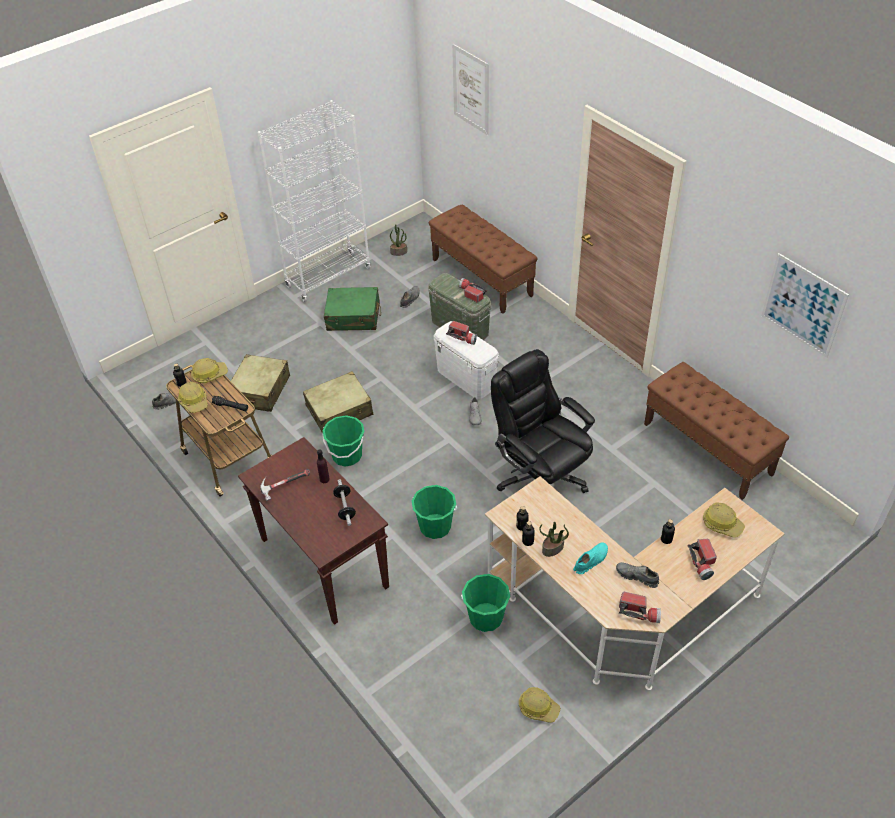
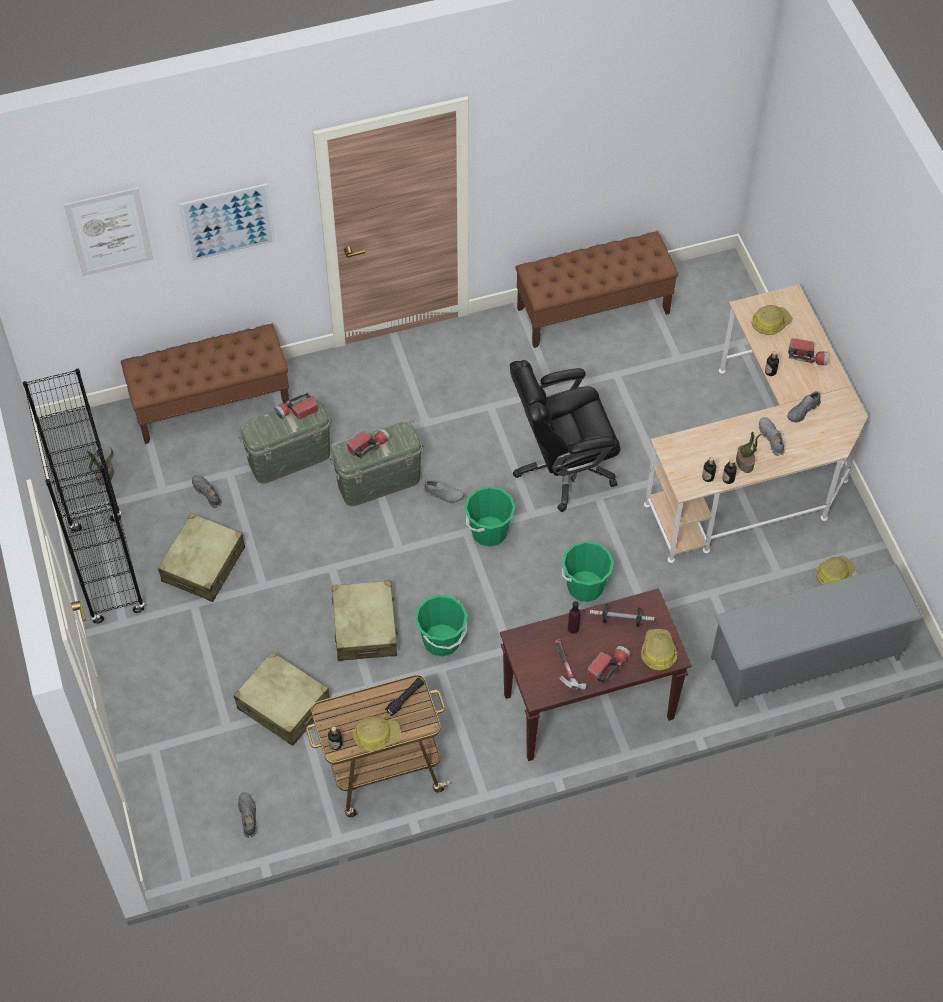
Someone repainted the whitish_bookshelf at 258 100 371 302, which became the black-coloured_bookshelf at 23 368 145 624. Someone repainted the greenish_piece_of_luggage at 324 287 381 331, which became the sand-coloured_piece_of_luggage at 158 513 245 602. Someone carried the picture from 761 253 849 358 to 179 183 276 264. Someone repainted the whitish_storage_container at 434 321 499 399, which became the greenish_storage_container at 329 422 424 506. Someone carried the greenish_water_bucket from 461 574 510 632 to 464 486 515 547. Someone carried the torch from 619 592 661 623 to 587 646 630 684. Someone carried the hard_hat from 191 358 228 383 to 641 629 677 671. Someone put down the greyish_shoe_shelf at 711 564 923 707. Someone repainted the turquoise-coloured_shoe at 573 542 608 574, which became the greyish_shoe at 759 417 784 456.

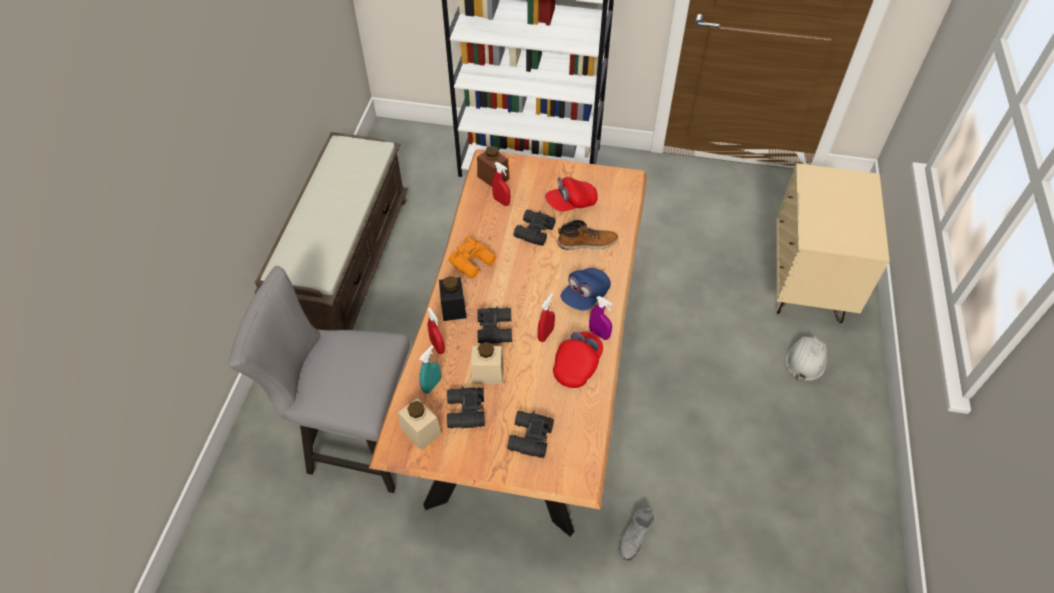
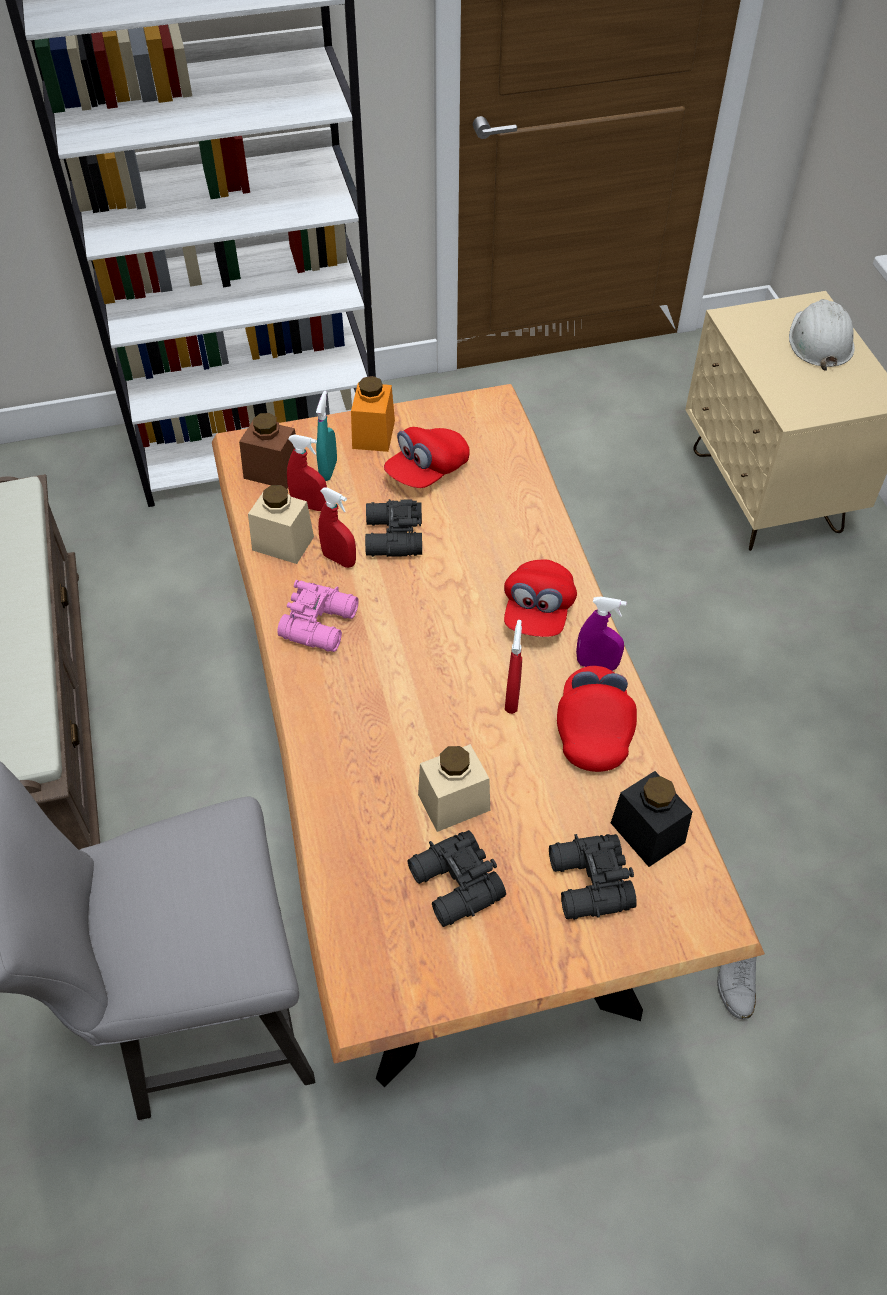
Someone carried the sand-coloured_jar from 398 398 441 450 to 248 485 314 564. Someone repainted the orange-coloured_field_glasses at 448 236 497 279, which became the pink-coloured_field_glasses at 277 580 359 652. Someone carried the turquoise-coloured_hand_sprayer from 419 345 441 394 to 316 391 337 481. Someone carried the red_hand_sprayer from 428 308 445 354 to 318 488 356 568. Someone put down the orange-coloured_jar at 351 376 395 452. Someone repainted the blue_baseball_cap at 561 268 611 311, which became the red_baseball_cap at 504 559 577 637. Someone carried the black-coloured_jar from 439 276 467 321 to 611 771 693 867. Someone carried the whitish_hard_hat from 786 336 827 381 to 789 299 855 371. Someone took away the black-coloured_field_glasses at 477 306 512 344. Someone took away the boot at 558 220 619 250.

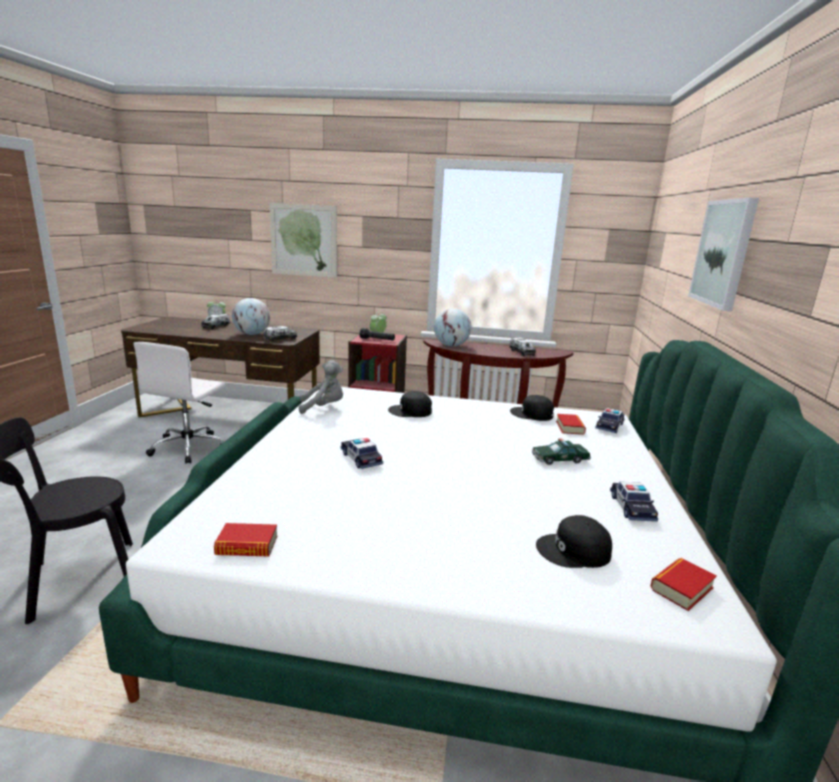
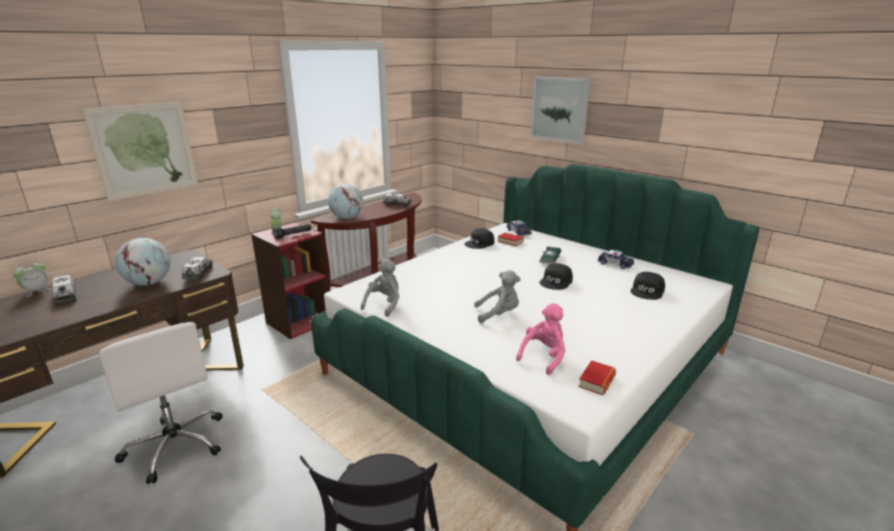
Someone swapped the toy_car at 341 438 383 469 for the greyish_plush_toy at 474 270 520 323. Someone put down the pink-coloured_plush_toy at 516 303 565 375. Someone carried the black-coloured_baseball_cap from 388 391 432 417 to 539 263 573 290. Someone took away the volume at 650 558 717 611.

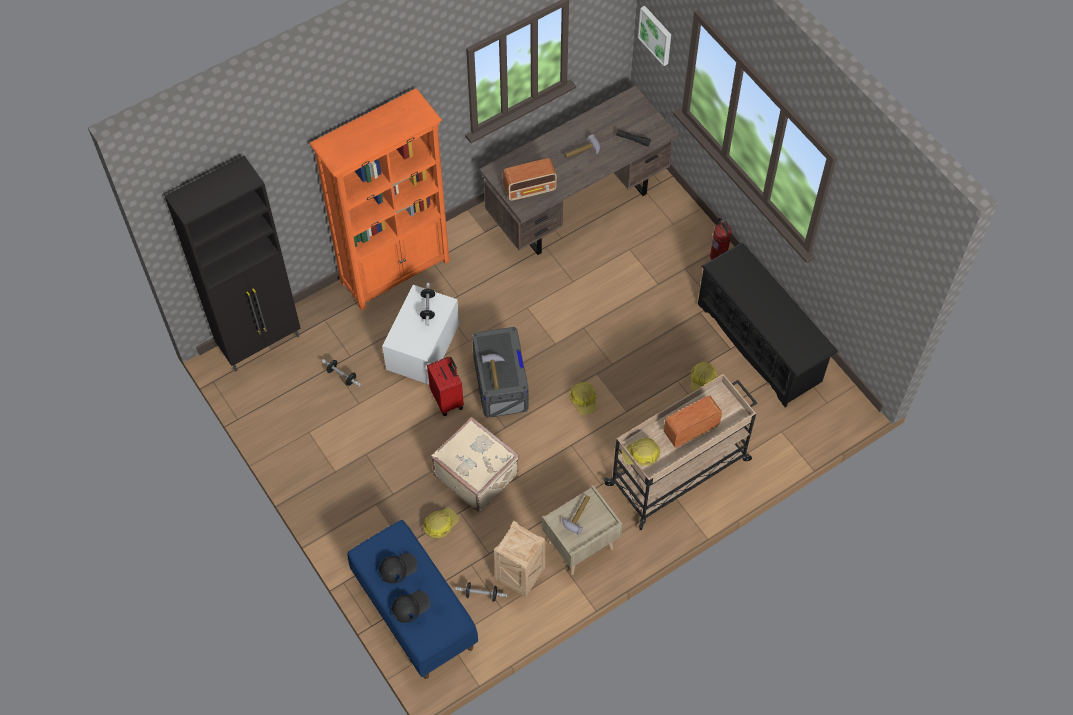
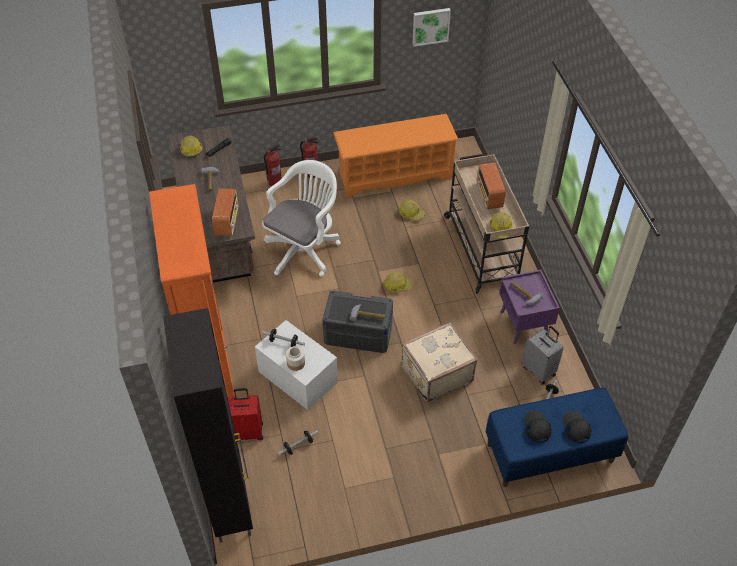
Someone carried the hard_hat from 423 508 459 539 to 180 135 203 157. Someone carried the red_piece_of_luggage from 427 357 464 416 to 228 388 263 442. Someone put down the whitish_computer_chair at 262 160 341 277. Someone put down the fire_extinguisher at 264 144 282 187. Someone put down the jar at 286 346 305 371. Someone repainted the black-coloured_shoe_shelf at 698 243 838 407, which became the orange-coloured_shoe_shelf at 333 114 459 197. Someone carried the picture from 638 6 671 66 to 412 8 451 47. Someone repainted the sand-coloured_bedside_table at 542 485 622 575, which became the purplish_bedside_table at 499 270 560 344. Someone swapped the packing_crate at 494 521 545 598 for the greyish_piece_of_luggage at 522 326 564 385.

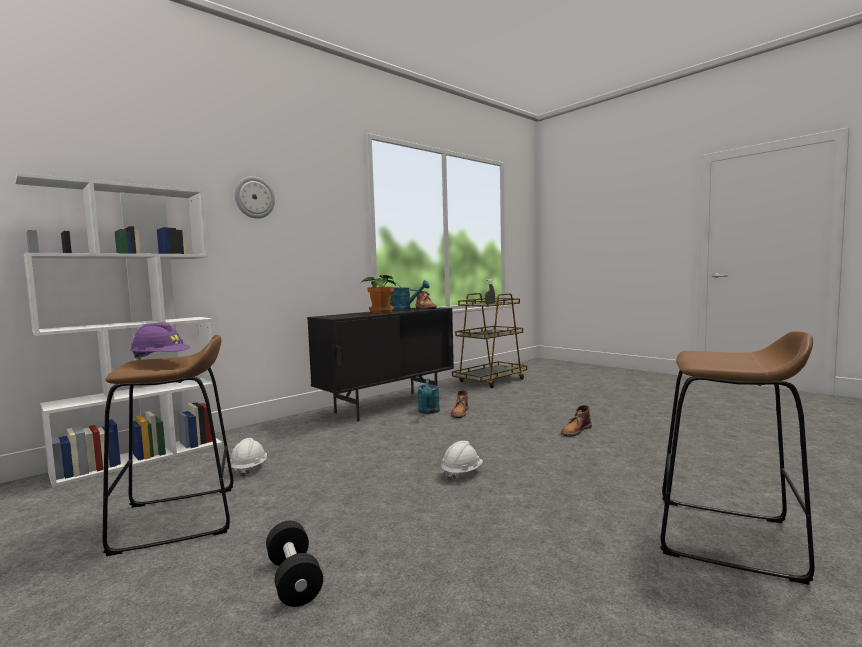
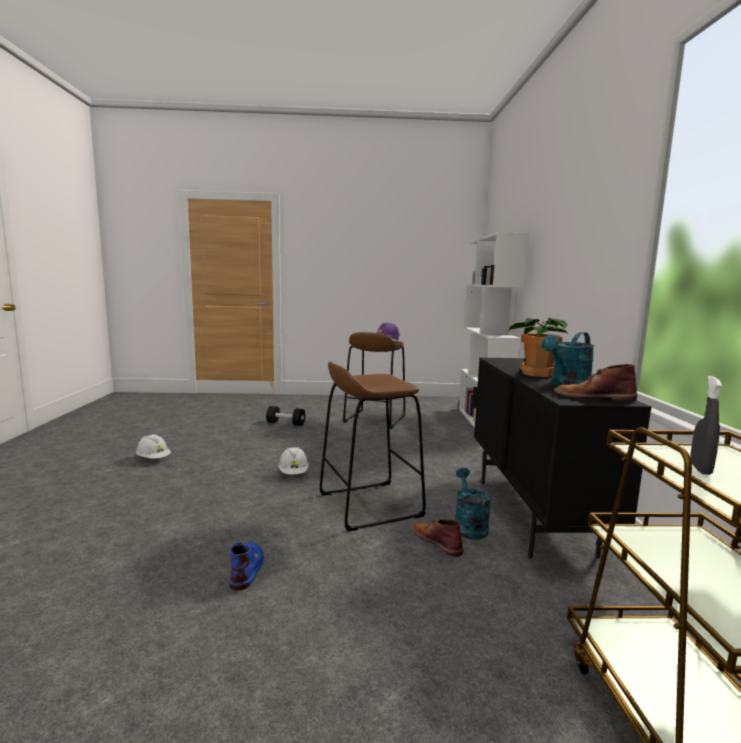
Someone carried the whitish_hard_hat from 230 438 267 477 to 136 434 171 459. Someone repainted the brownish_boot at 561 405 592 437, which became the blue_boot at 229 542 264 590. Someone carried the brownish_sitting_stool from 661 331 815 585 to 320 361 426 532. Someone rotated the turquoise-coloured_sprinkling_can at 417 378 440 414 by 45 degrees clockwise. Someone took away the clock_on_the_wall at 234 176 275 219.

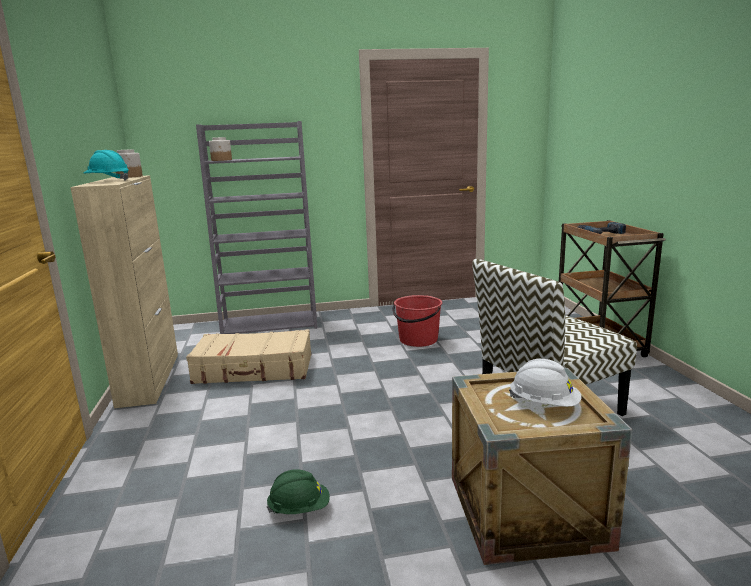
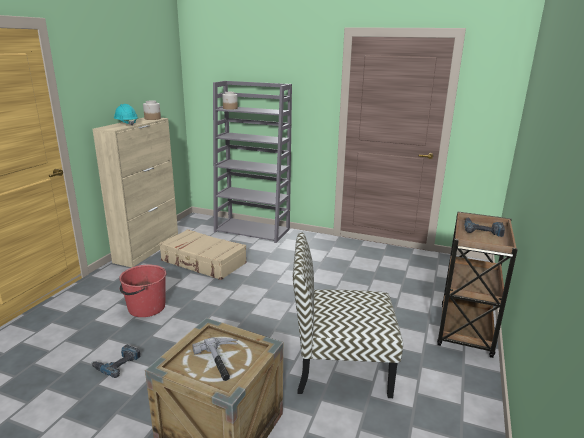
Someone swapped the greenish_hard_hat at 267 469 330 514 for the power_drill at 91 345 141 378. Someone carried the red_water_bucket from 392 295 442 347 to 119 265 166 317. Someone swapped the whitish_hard_hat at 509 359 581 407 for the hand_hammer at 192 337 238 381.

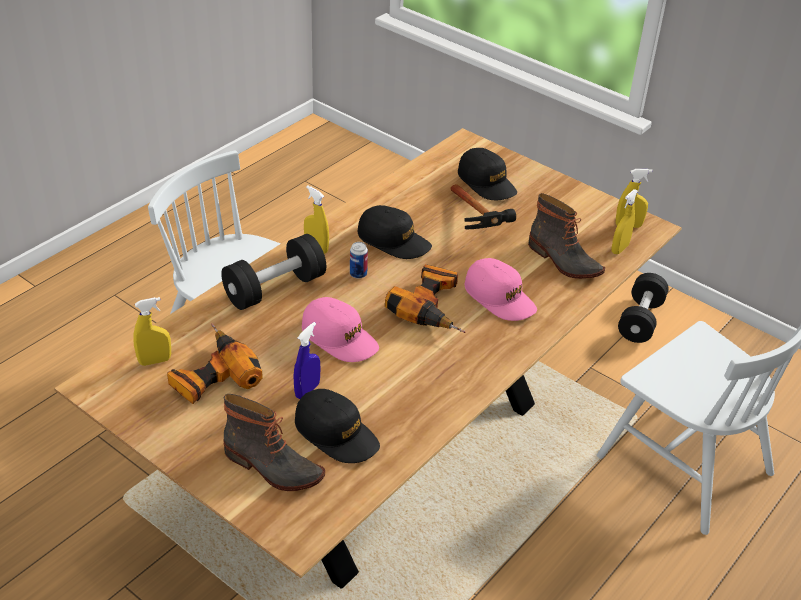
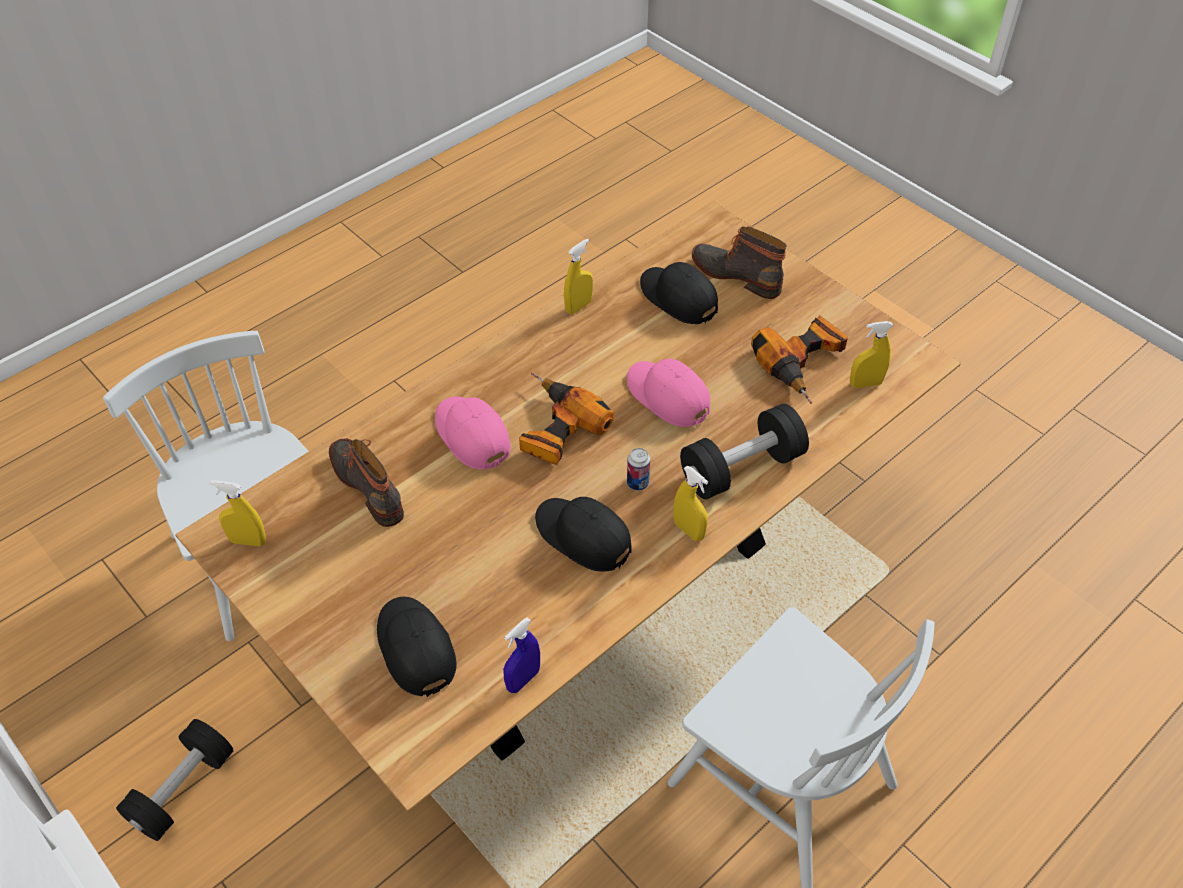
Someone carried the blue_hand_sprayer from 294 322 321 399 to 503 618 540 693. Someone carried the yellow-coloured_hand_sprayer from 611 189 638 254 to 564 238 593 314. Someone took away the hand_hammer at 450 184 516 229.

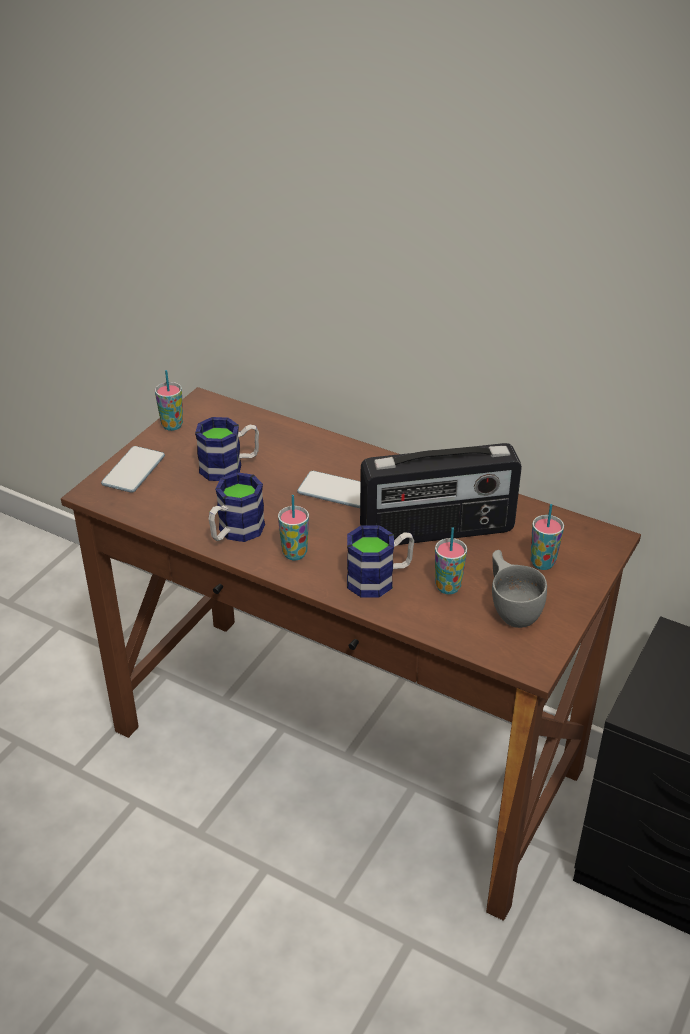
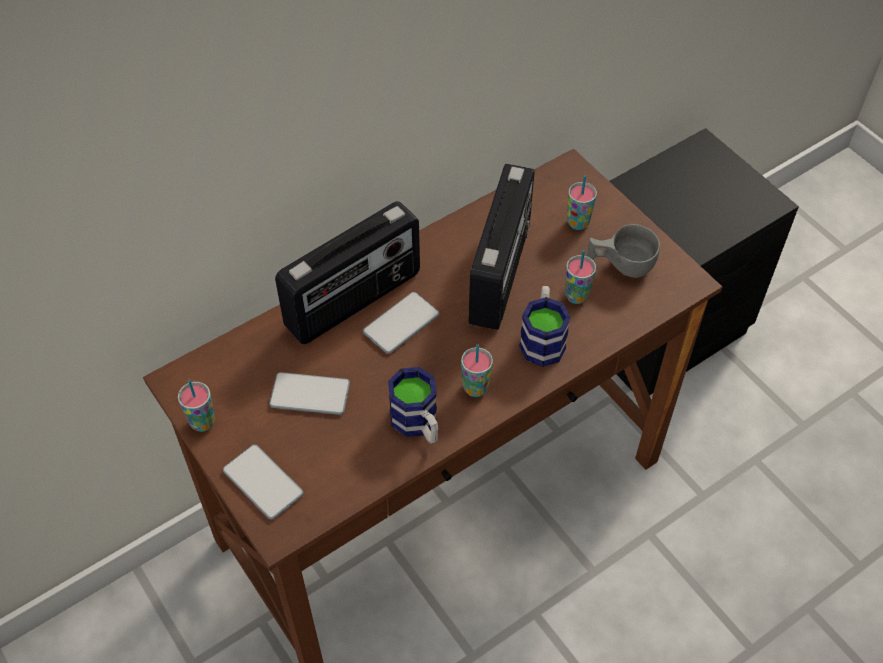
Someone swapped the mug at 195 417 259 481 for the handset at 269 372 350 415. Someone put down the radio_set at 275 201 420 344.

